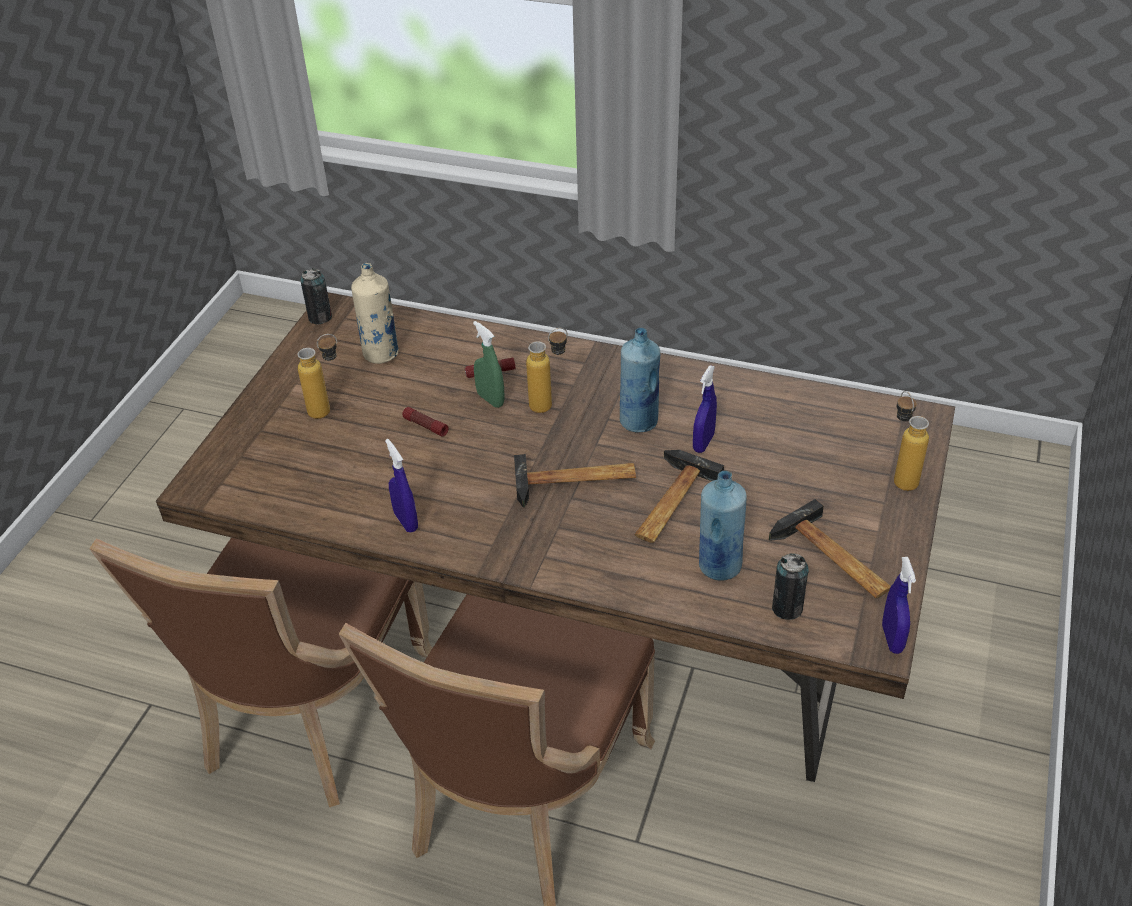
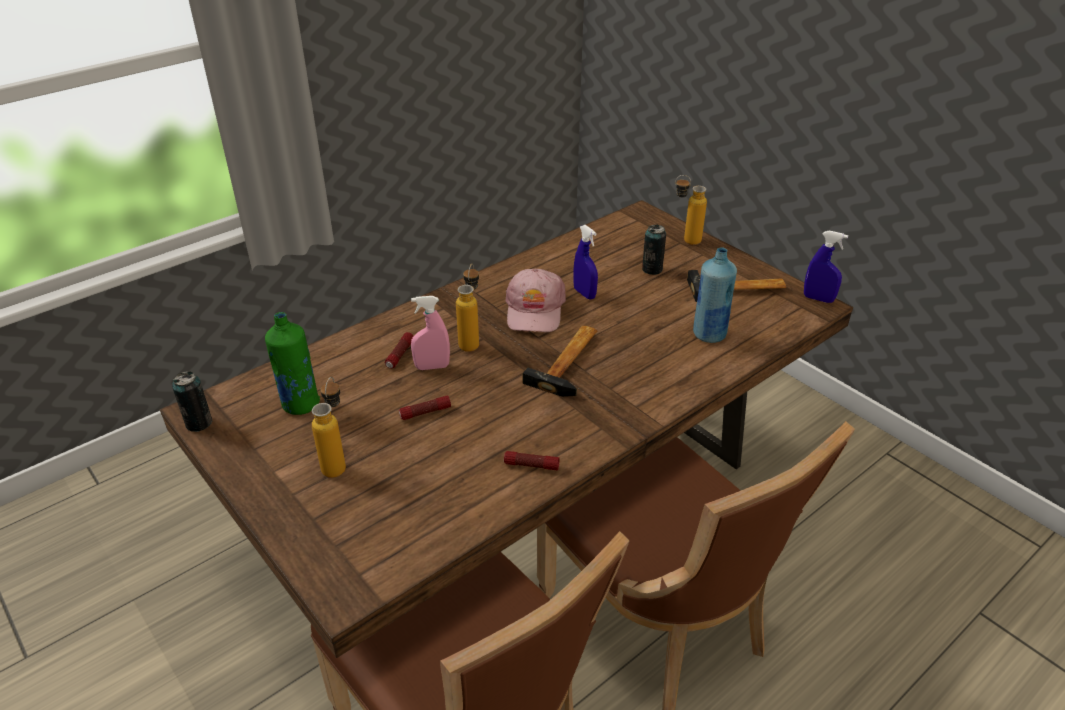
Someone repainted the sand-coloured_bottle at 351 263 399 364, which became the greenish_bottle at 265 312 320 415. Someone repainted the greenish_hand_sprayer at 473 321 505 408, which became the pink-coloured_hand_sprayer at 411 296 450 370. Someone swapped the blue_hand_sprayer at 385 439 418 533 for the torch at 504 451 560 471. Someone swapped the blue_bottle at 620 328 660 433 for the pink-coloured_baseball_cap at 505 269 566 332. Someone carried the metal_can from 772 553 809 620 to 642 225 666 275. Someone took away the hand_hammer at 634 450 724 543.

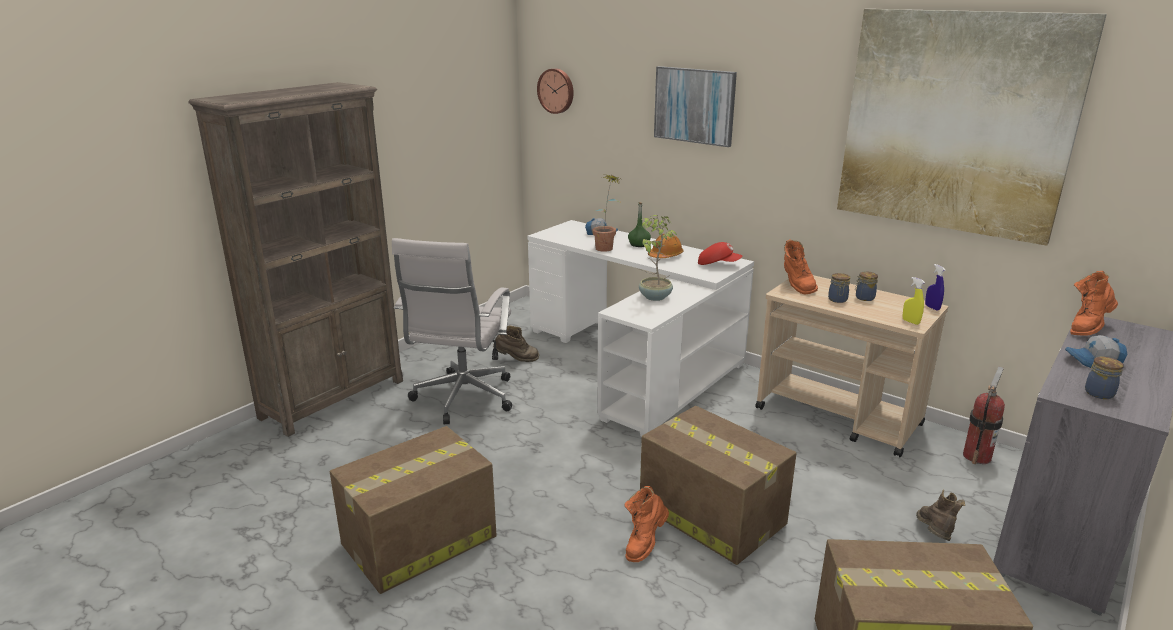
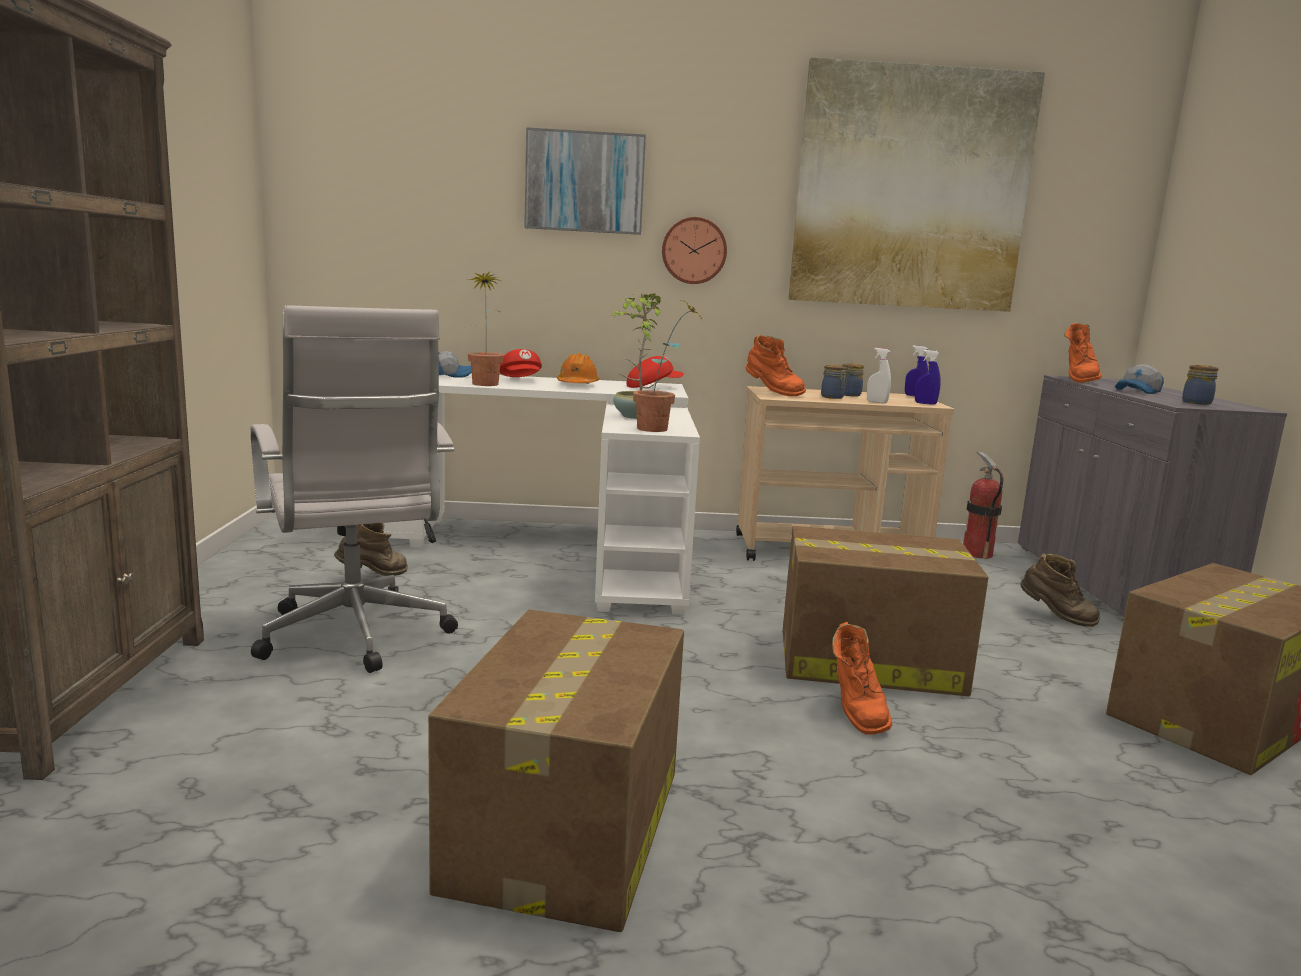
Someone swapped the greenish_bottle at 628 202 651 247 for the red_baseball_cap at 500 349 542 377. Someone put down the houseplant at 633 300 703 432. Someone carried the clock_on_the_wall from 537 68 574 114 to 662 217 727 284. Someone put down the whitish_hand_sprayer at 867 348 891 404. Someone repainted the yellow-coloured_hand_sprayer at 902 277 925 325, which became the blue_hand_sprayer at 915 350 941 405. Someone rotated the brownish_boot at 916 489 965 541 by 150 degrees clockwise.

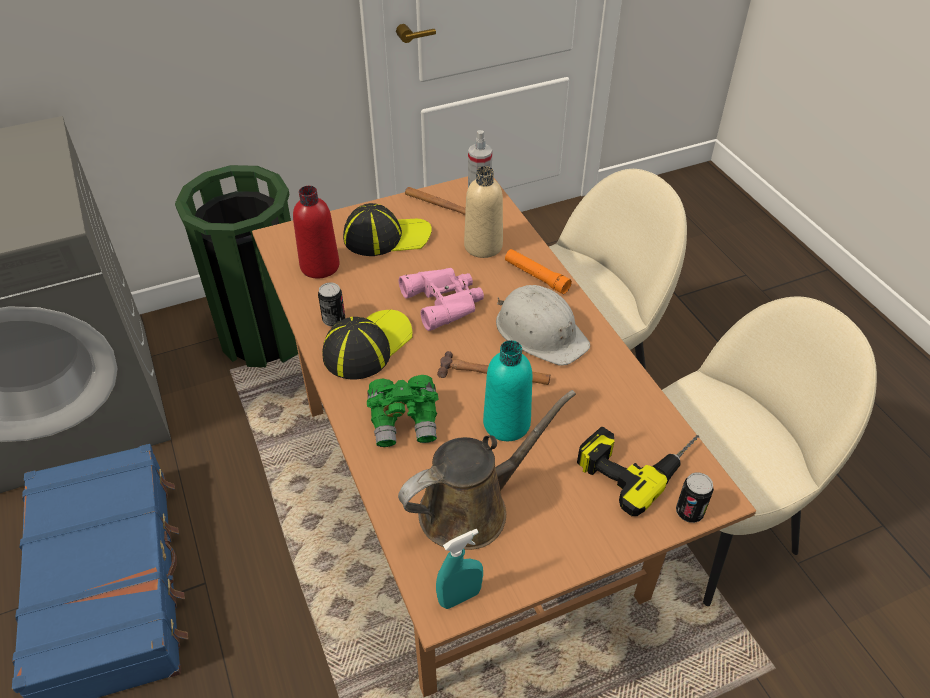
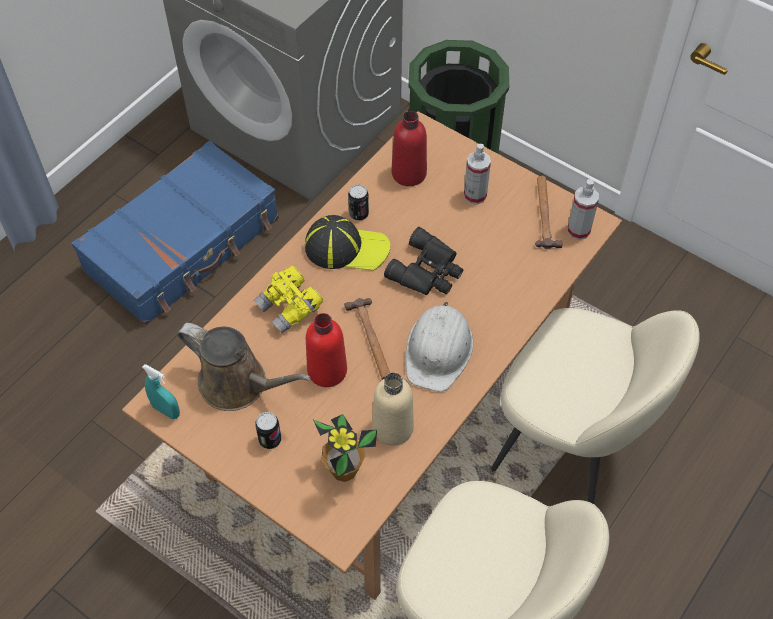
Someone repainted the greenish_field_glasses at 367 375 438 447, which became the yellow-coloured_field_glasses at 254 266 323 334. Someone carried the metal_can from 676 472 714 523 to 255 412 281 449. Someone repainted the turquoise-coloured_bottle at 483 340 532 441, which became the red_bottle at 306 313 347 387. Someone swapped the power_drill at 577 427 699 516 for the houseplant at 313 414 377 482. Someone carried the sand-coloured_bottle from 464 166 503 258 to 372 372 414 446. Someone repainted the pink-coloured_field_glasses at 399 268 484 331, which became the black-coloured_field_glasses at 384 227 463 295. Someone swapped the baseball_cap at 343 203 432 256 for the hand_sprayer at 464 144 491 205. Someone took away the orange-coloured_torch at 505 249 572 294.

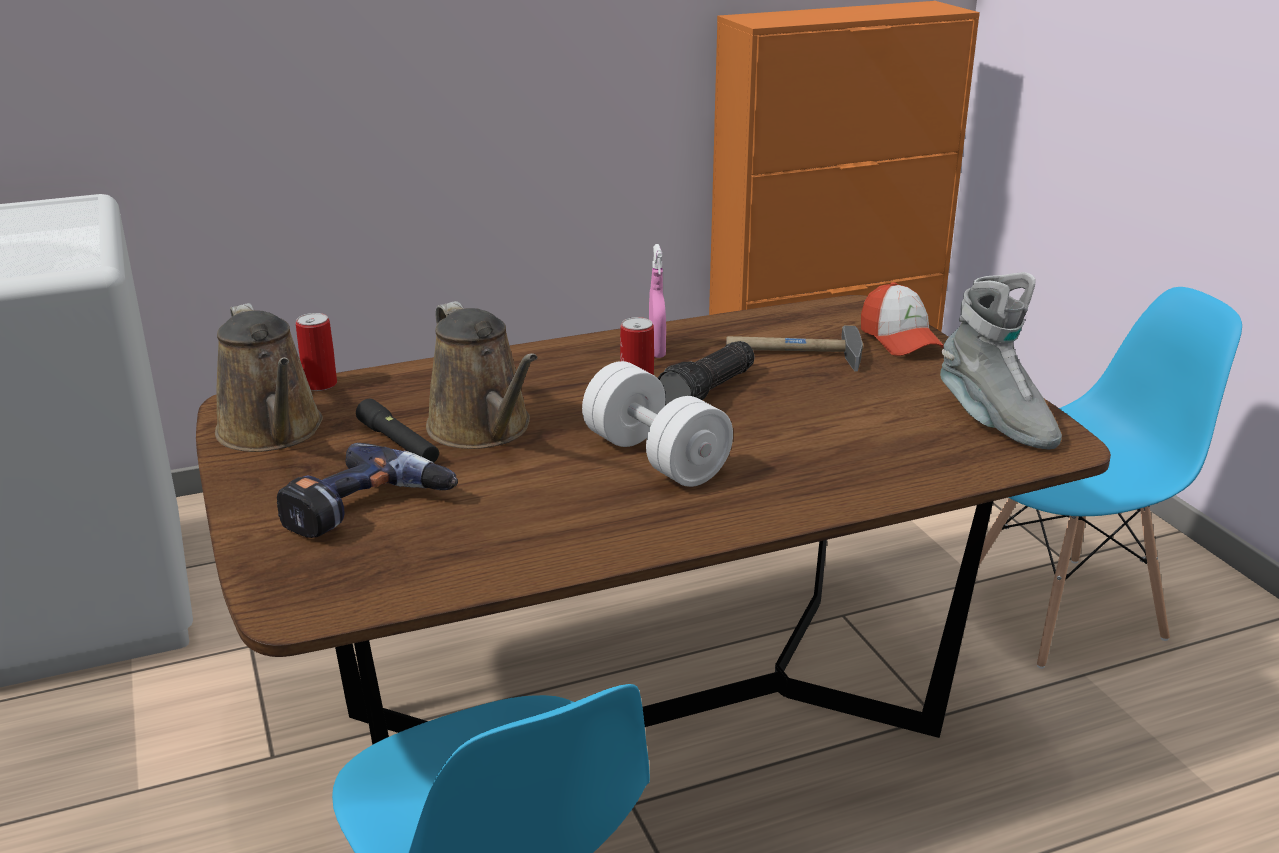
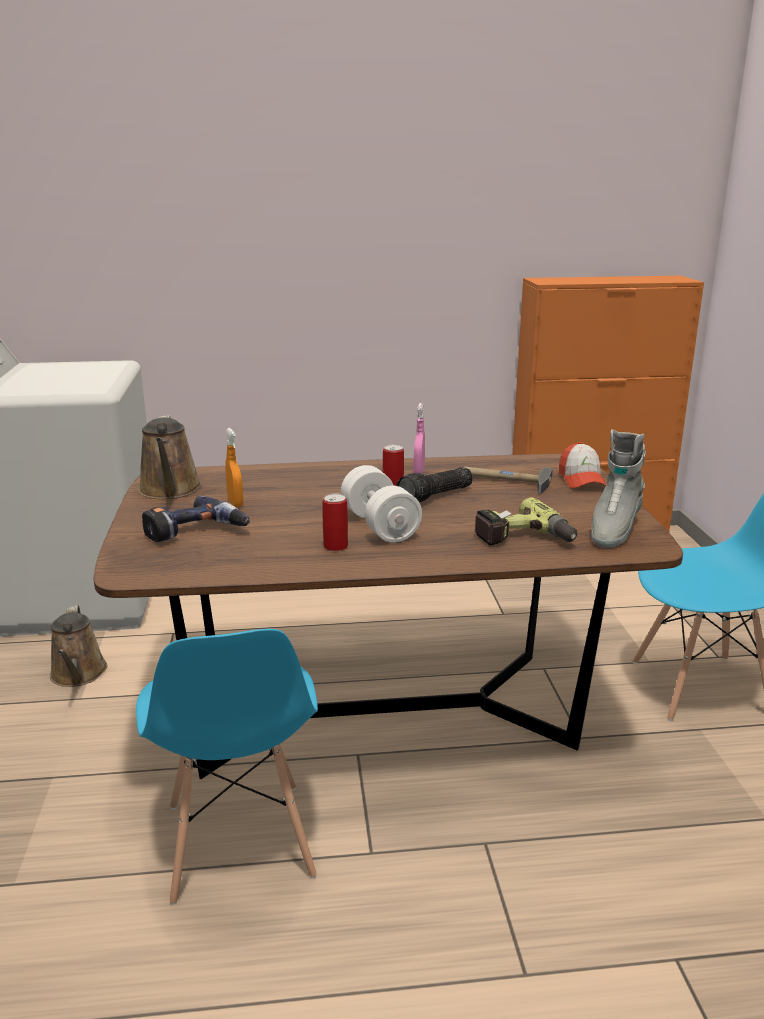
Someone carried the brownish_sprinkling_can from 426 301 538 449 to 50 605 107 687. Someone swapped the black-coloured_torch at 356 399 439 462 for the orange-coloured_hand_sprayer at 225 428 243 507. Someone carried the metal_can from 296 313 337 391 to 322 493 348 551. Someone put down the power_drill at 474 497 577 545. Someone rotated the greyish_boot at 940 272 1062 450 by 45 degrees clockwise.

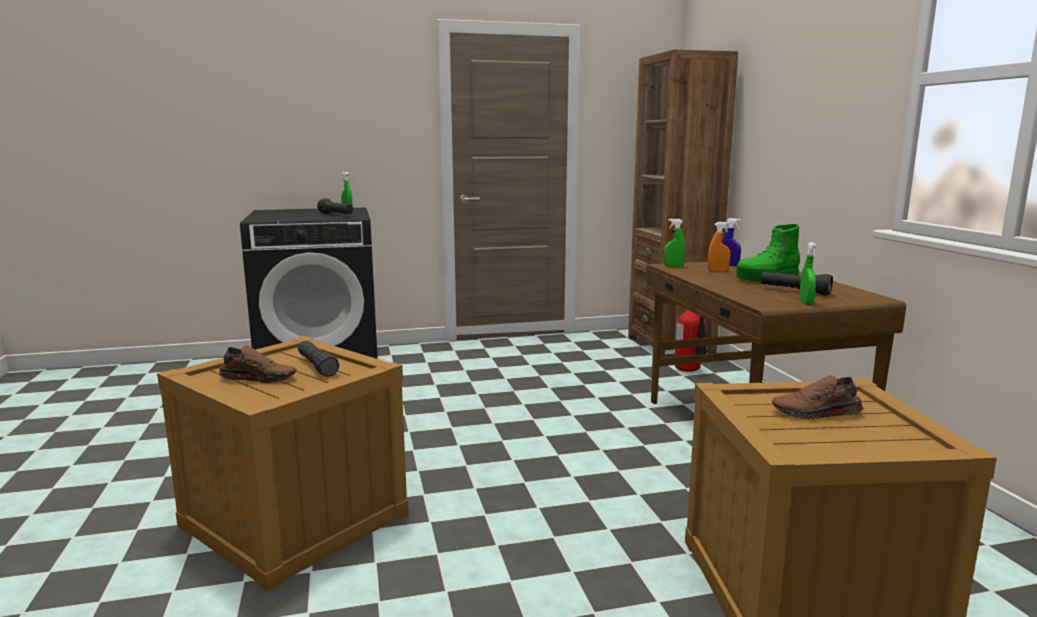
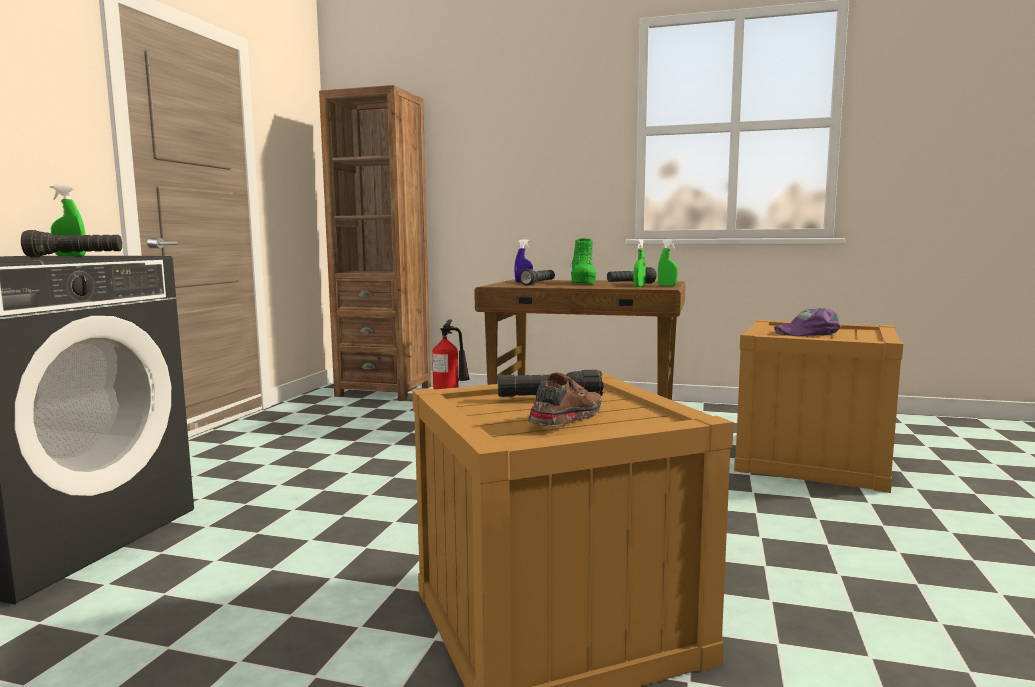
Someone swapped the orange-coloured_hand_sprayer at 708 222 731 272 for the black-coloured_torch at 519 269 555 286. Someone carried the greenish_hand_sprayer from 664 219 686 267 to 633 239 646 287. Someone swapped the brownish_shoe at 772 375 864 420 for the purplish_baseball_cap at 774 308 841 336.

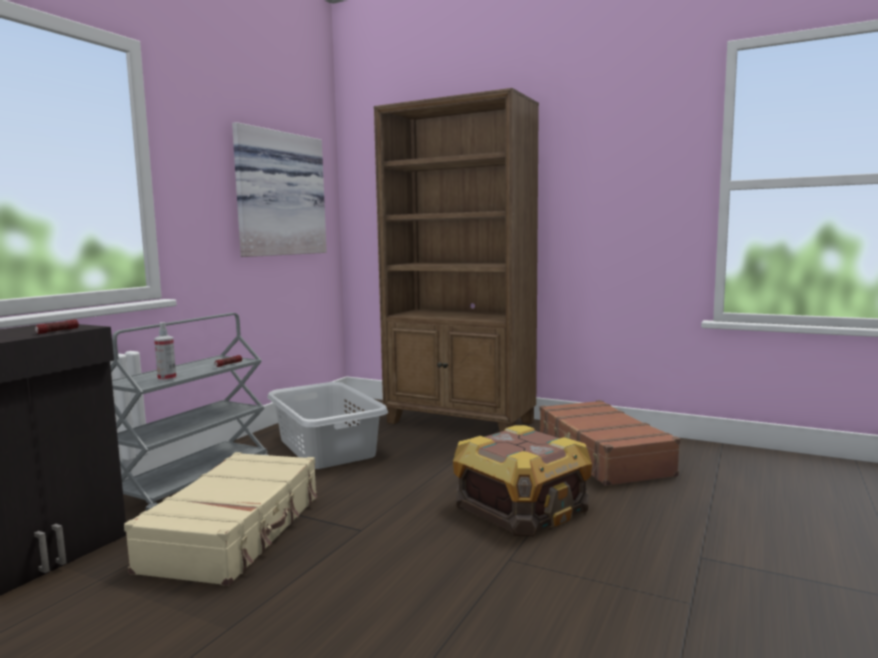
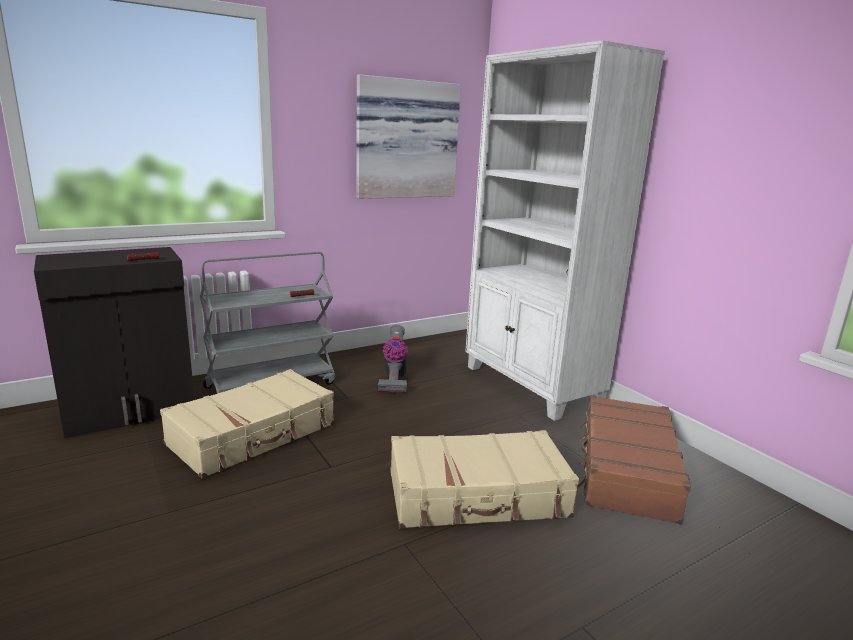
Someone swapped the greyish_laundry_basket at 267 382 388 469 for the hoover at 378 325 408 393. Someone swapped the packing_crate at 453 425 592 536 for the sand-coloured_piece_of_luggage at 390 430 579 528. Someone repainted the brownish_bookshelf at 374 88 539 432, which became the whitish_bookshelf at 465 40 665 421. Someone took away the hand_sprayer at 154 322 177 381.

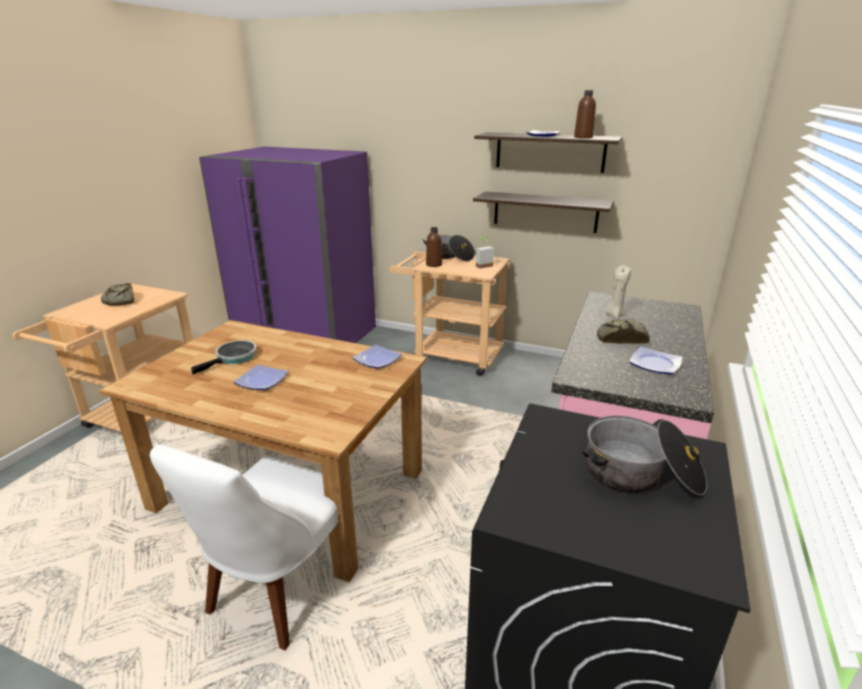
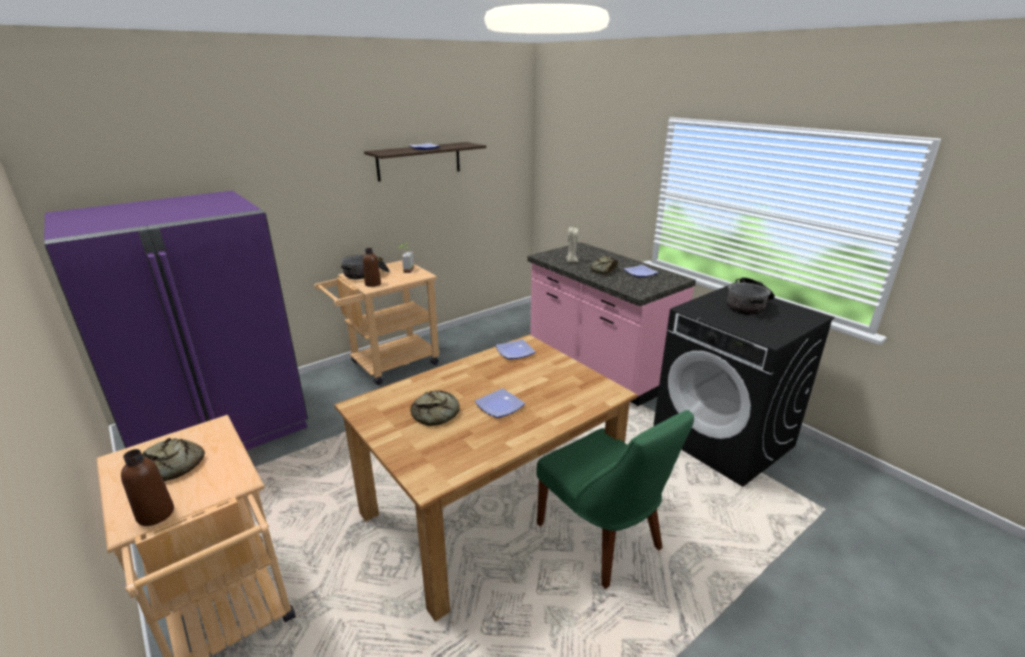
Someone carried the brownish_bottle from 574 90 596 139 to 121 449 174 526. Someone swapped the skillet at 191 340 257 375 for the baked_bread at 410 390 460 426. Someone repainted the whitish_chair at 150 444 354 650, which became the greenish_chair at 536 410 694 589. Someone took away the bracket_shelf at 473 191 614 233.

